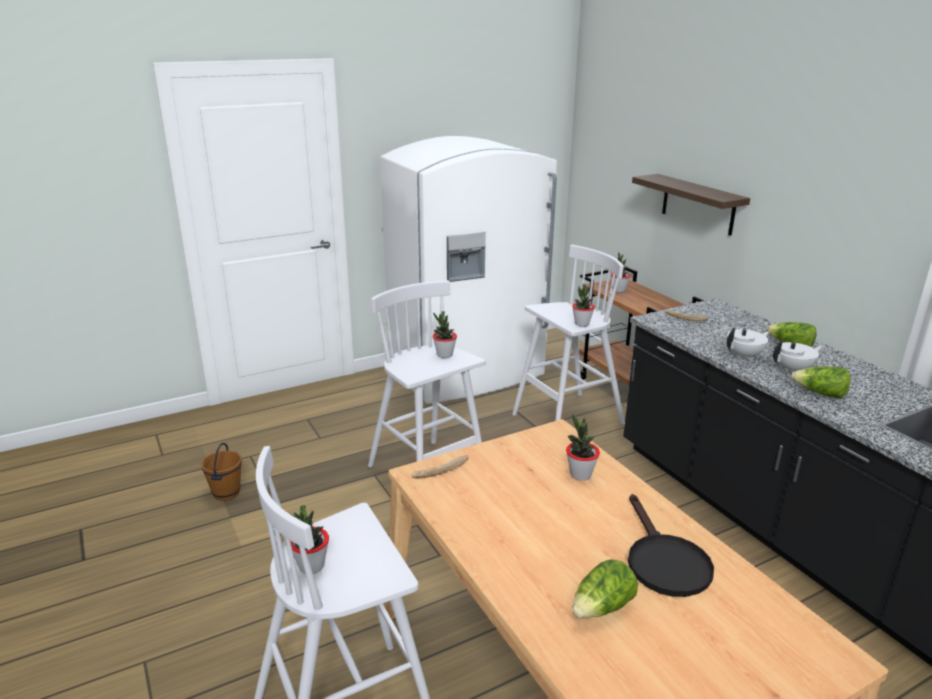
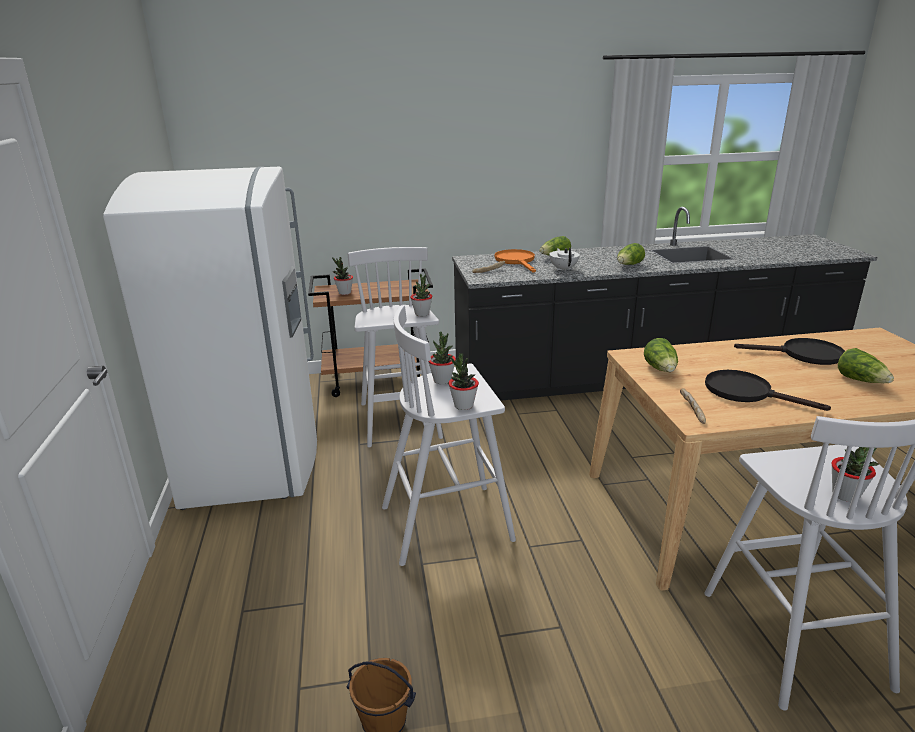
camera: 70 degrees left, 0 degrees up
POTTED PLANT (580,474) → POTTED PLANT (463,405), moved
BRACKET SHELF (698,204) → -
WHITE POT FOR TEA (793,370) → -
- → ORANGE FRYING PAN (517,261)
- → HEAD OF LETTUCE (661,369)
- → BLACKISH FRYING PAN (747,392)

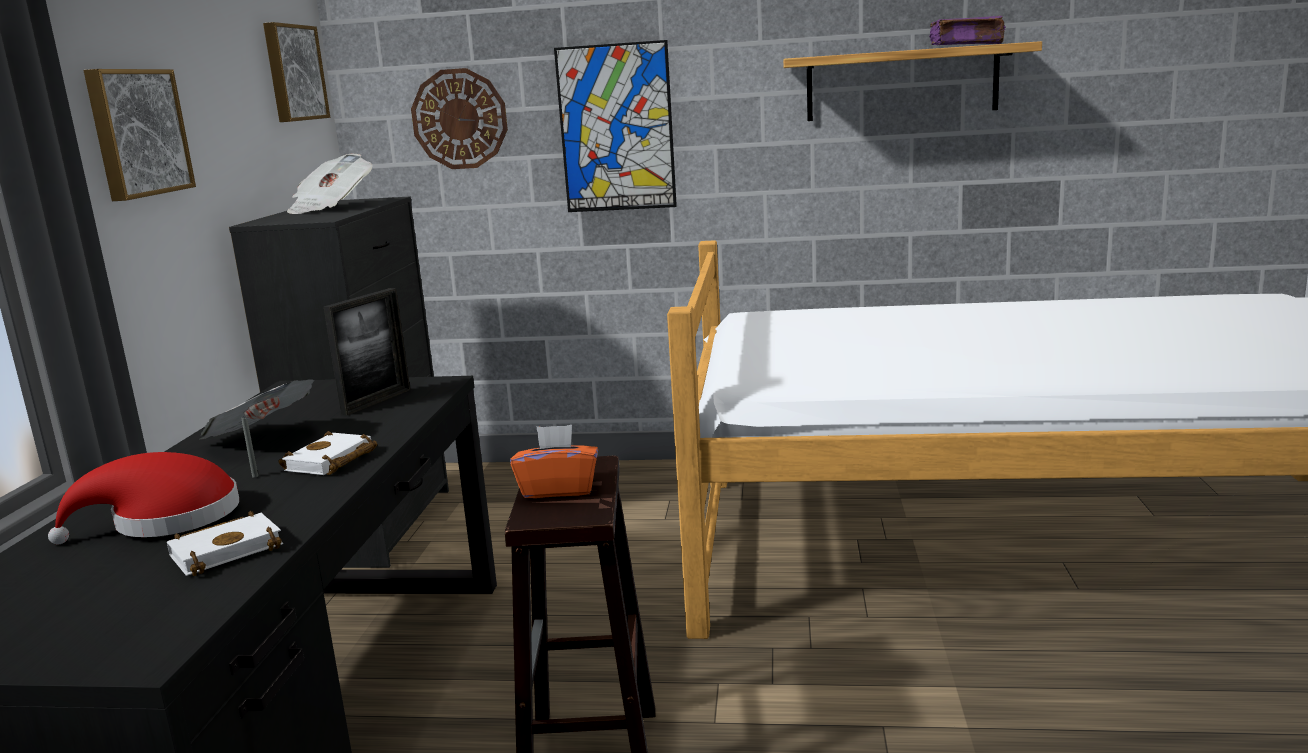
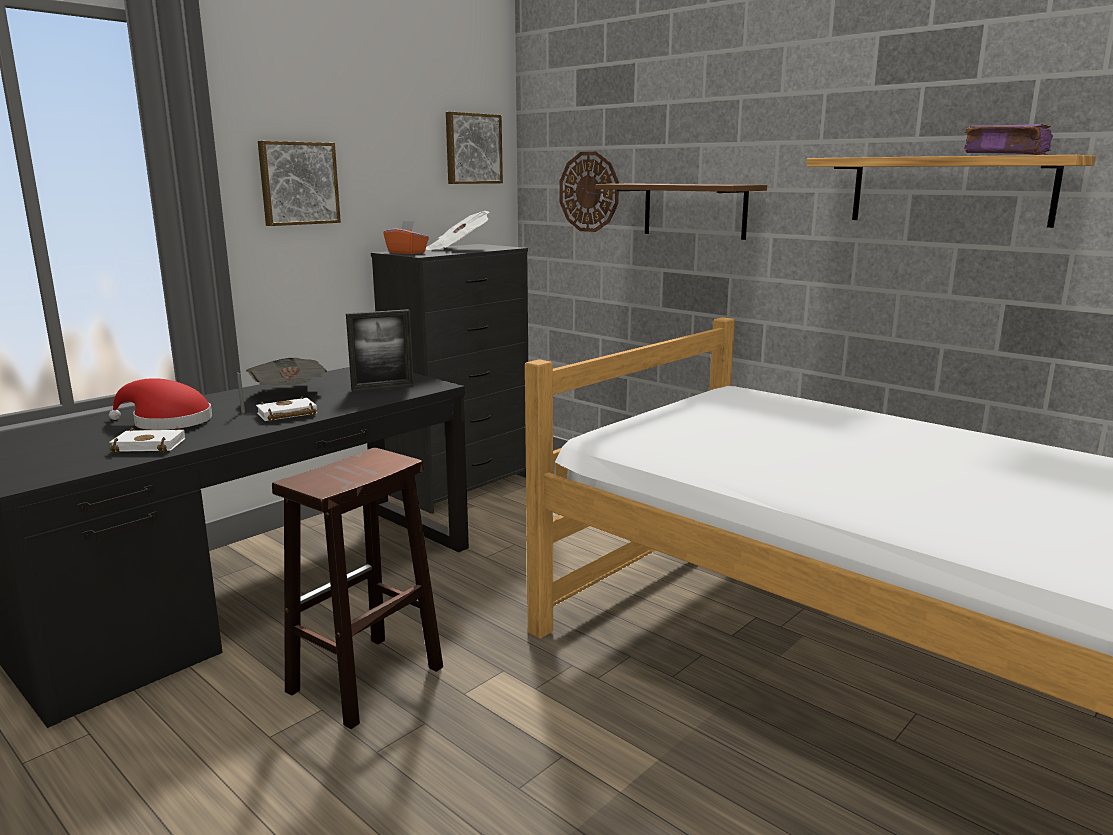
camera: 35 degrees right, 0 degrees up
ORANGE TISSUE HOLDER (558,489) → ORANGE TISSUE HOLDER (407,253), moved
WALL ART (616,128) → BROWNISH BRACKET SHELF (694,210)

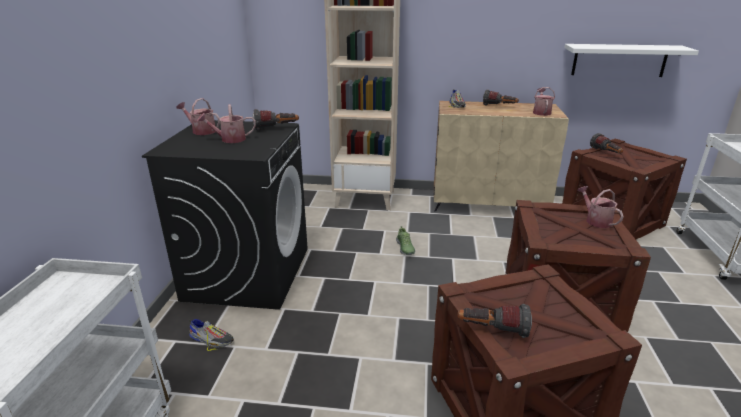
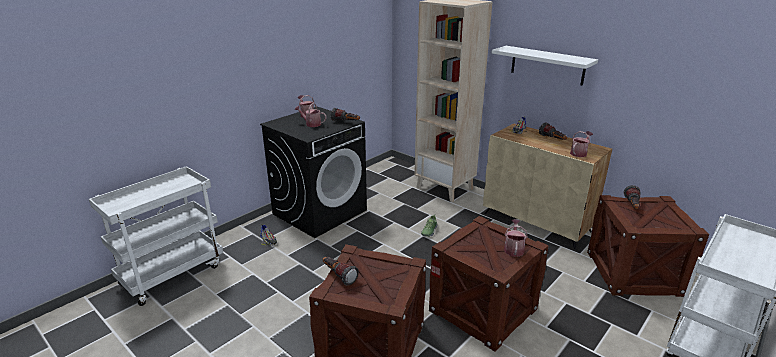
camera: 35 degrees right, 0 degrees up
WHITE BRACKET SHELF (619,60) → WHITE BRACKET SHELF (547,65), moved

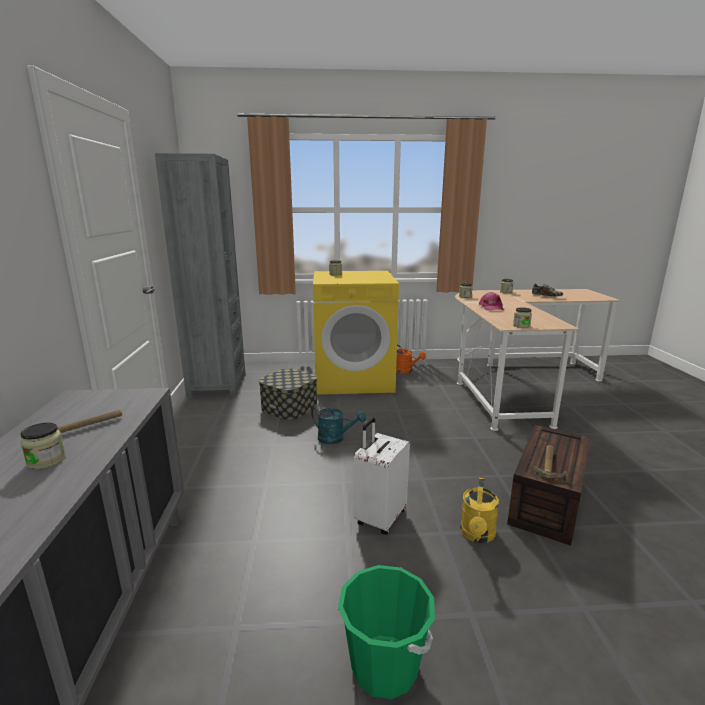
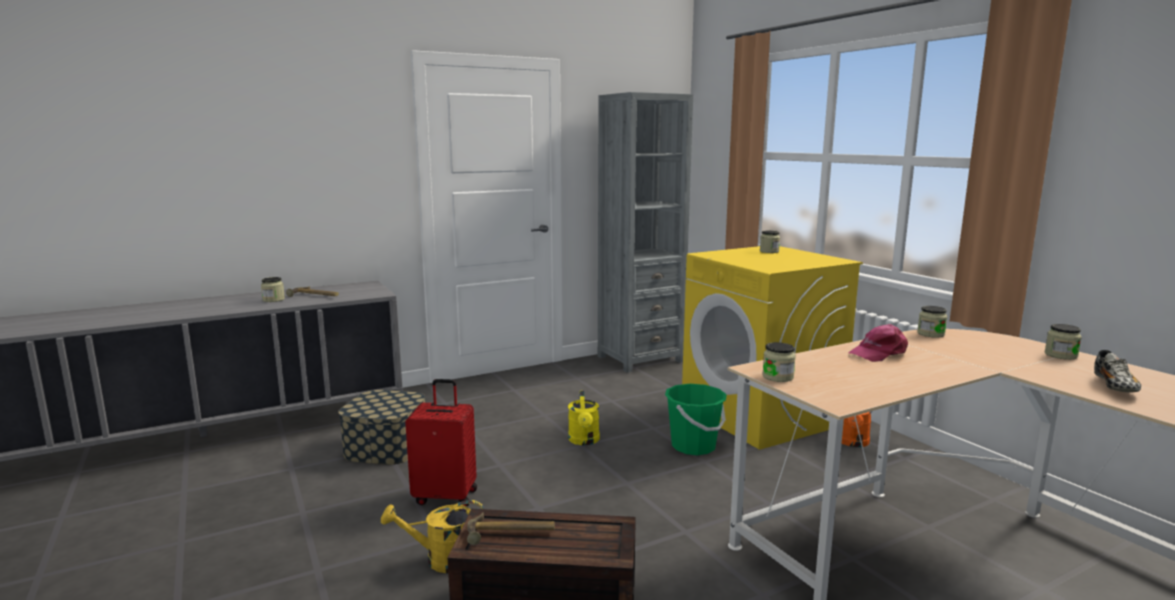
camera: 65 degrees right, 5 degrees down
STORAGE CONTAINER (289,407) → STORAGE CONTAINER (386,447), moved
TURQUOISE-COLOURED WATERING POT (335,439) → YELLOW WATERING POT (584,441)
GREEN-COLOURED BUCKET (384,666) → GREEN-COLOURED BUCKET (693,446), moved
WHITE SUITCASE (379,517) → RED SUITCASE (446,496)

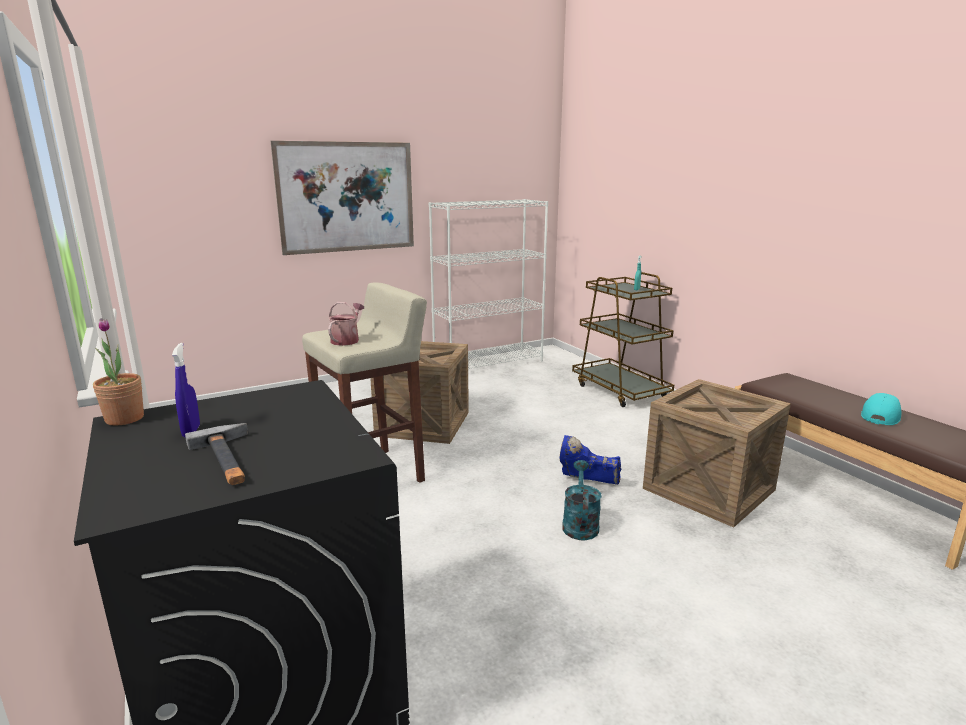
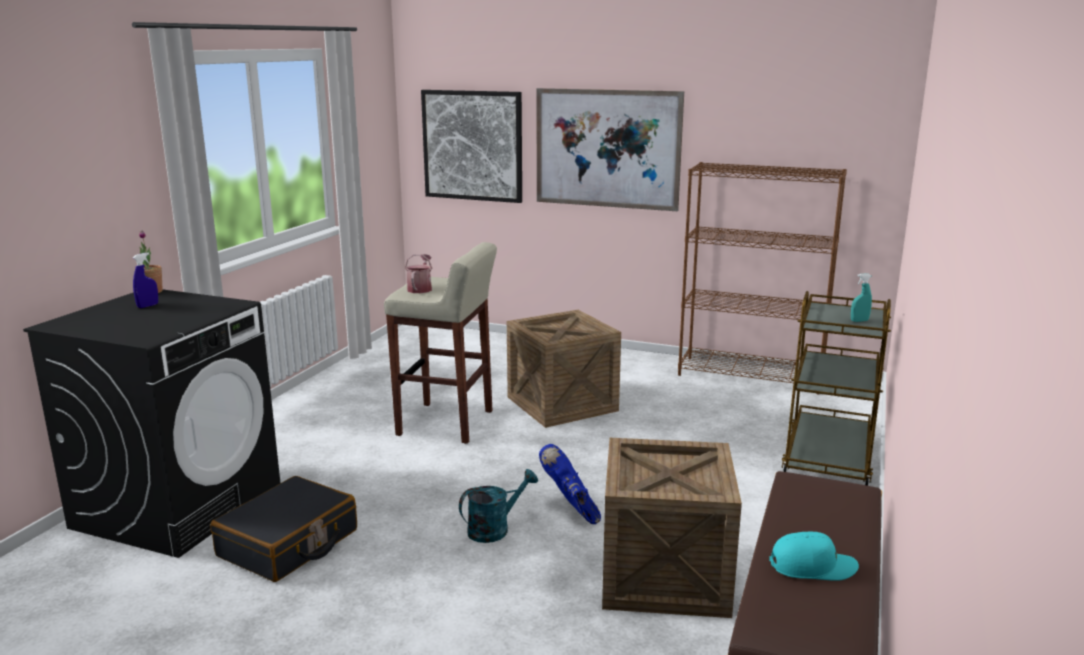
camera: 50 degrees right, 0 degrees up
HAMMER (228,459) → -
WATERING POT (347,340) → WATERING POT (420,288), 60 degrees counterclockwise
WHITE SHELVING UNIT (489,363) → BROWNISH SHELVING UNIT (751,375)
- → BLACKISH SUITCASE (288,544)
- → WALL ART (472,145)

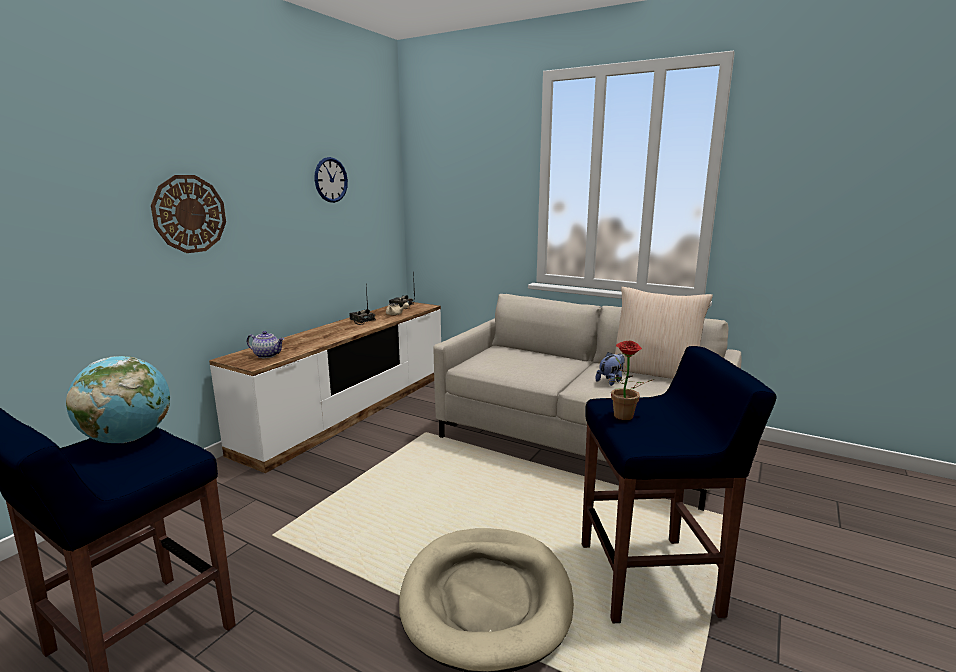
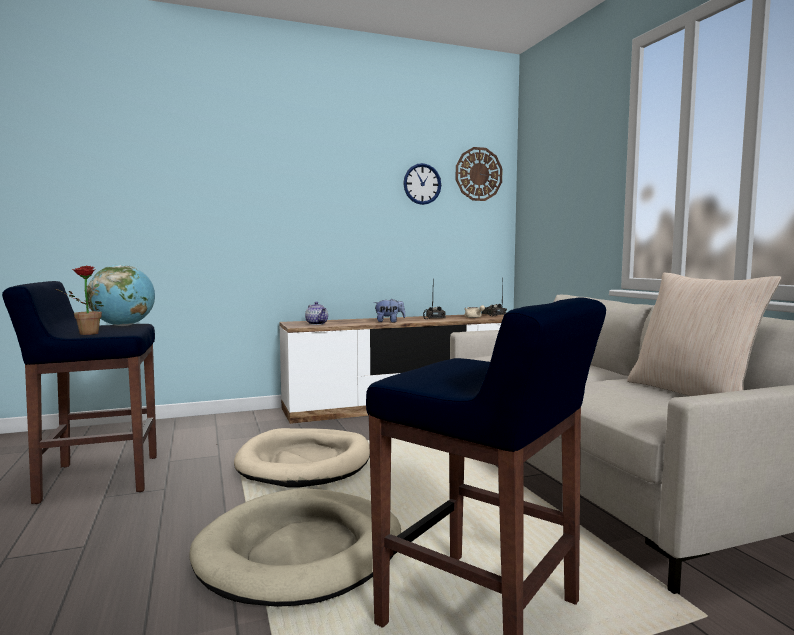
camera: 40 degrees right, 10 degrees down
CLOCK ON THE WALL (189,214) → CLOCK ON THE WALL (478,174), moved
SOFT TOY (611,381) → SOFT TOY (389,322), moved
POTTED PLANT (623,418) → POTTED PLANT (84,334), moved
- → BEIGE PET BED (305,462)

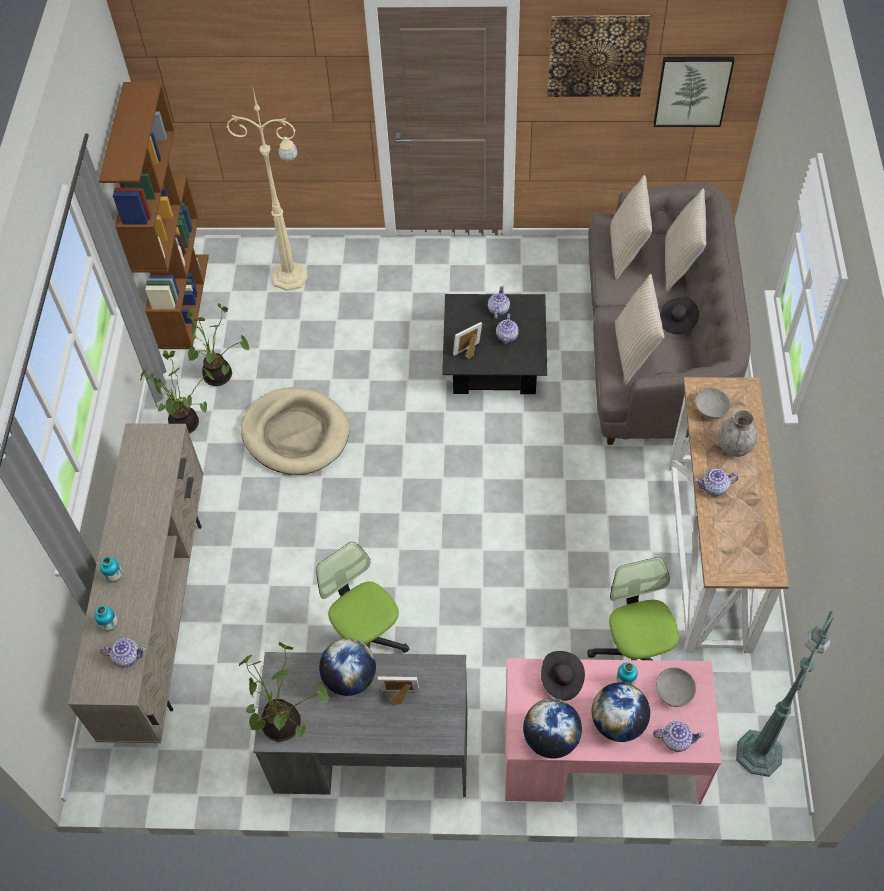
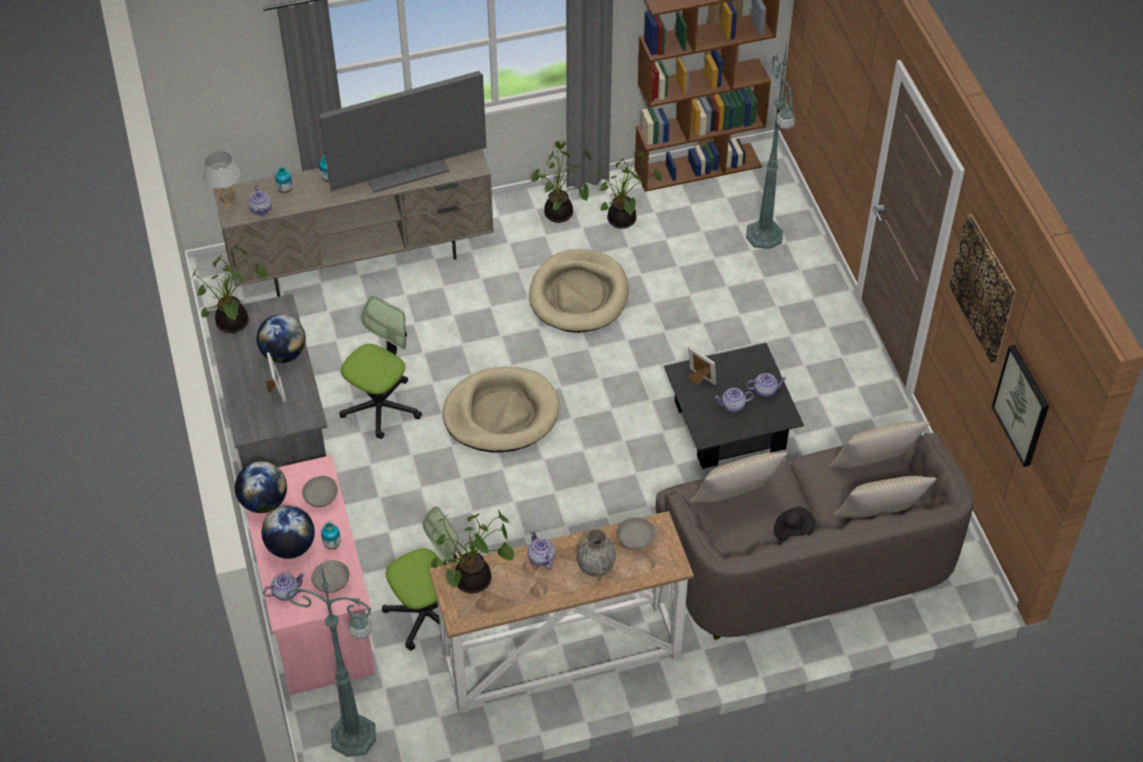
camera: 70 degrees right, 5 degrees down
BEIGE FLOOR LAMP (292,277) → GREEN-COLOURED FLOOR LAMP (764,236)
BLACKISH WEARABLE HAT (561,680) → GRAY SERVING BOWL (320,498)
POT FOR TEA (675,739) → POT FOR TEA (285,592), 105 degrees counterclockwise
- → WHITE TABLE LAMP (227,204)
- → TELEVISION (406,168)
- → POTTED PLANT (472,582)
- → BEIGE PET BED (501,413)

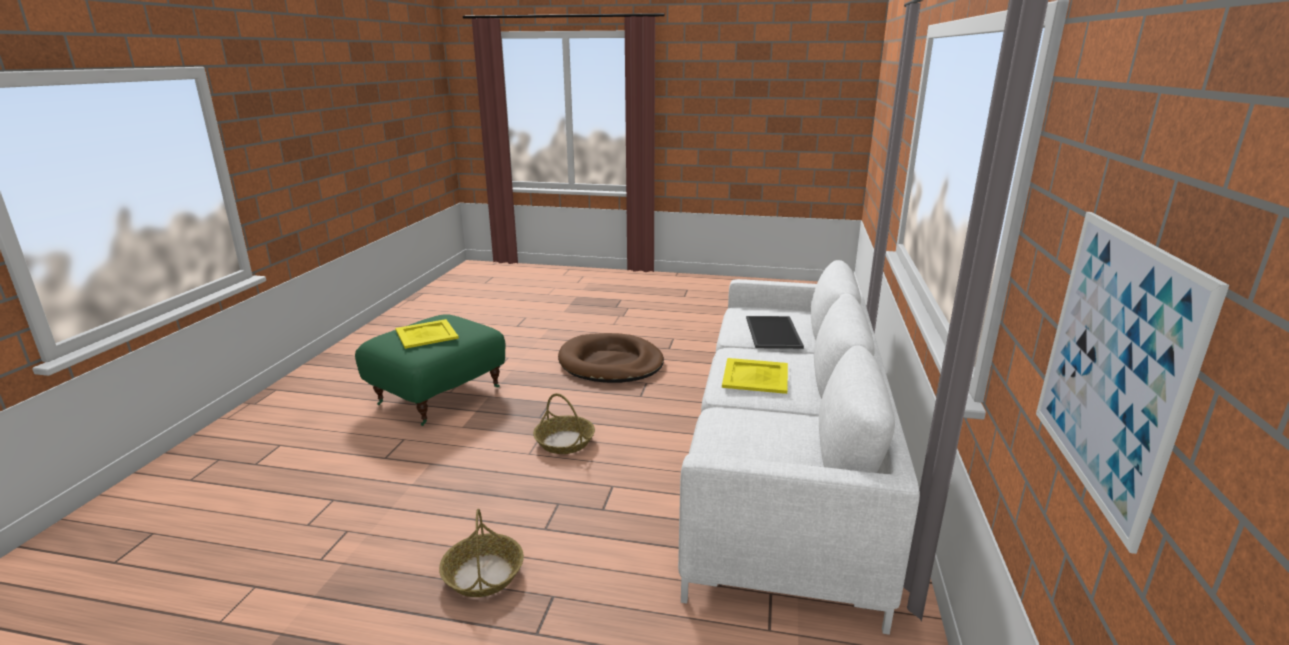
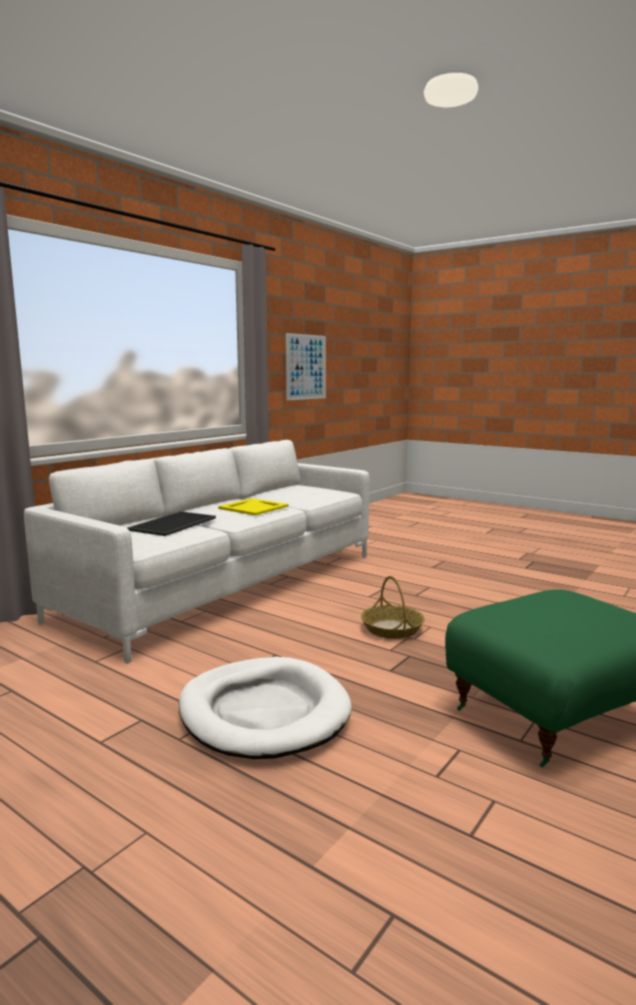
camera: 155 degrees left, 10 degrees down
YELLOW SERVING TRAY (426,334) → -
HOUSEHOLD BASKET (483,574) → -
BROWNISH PET BED (610,363) → WHITE PET BED (264,712)

